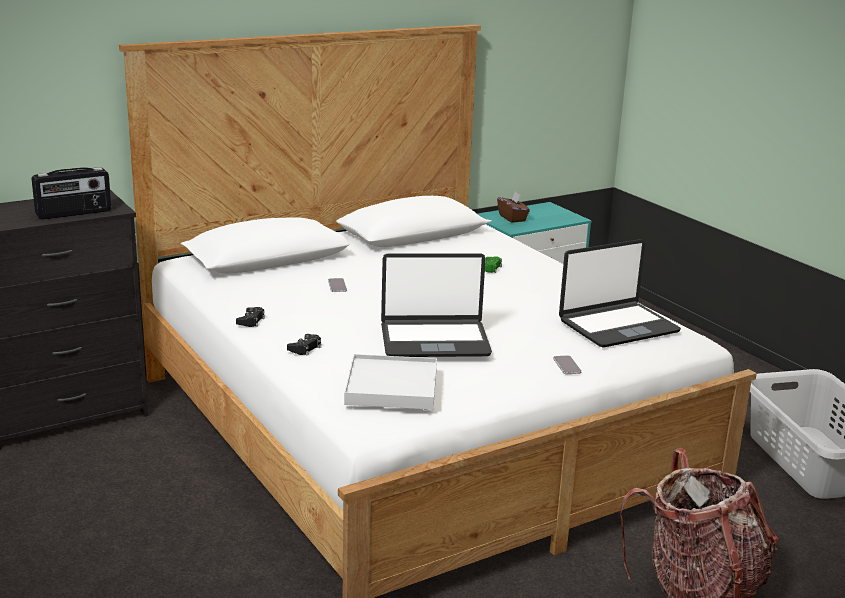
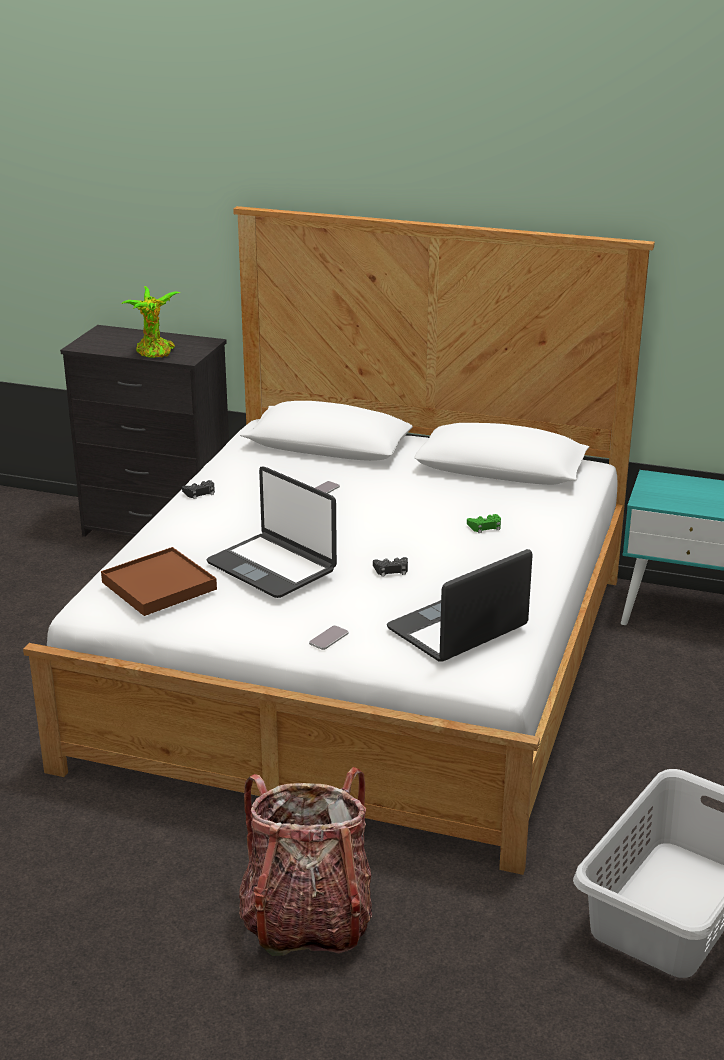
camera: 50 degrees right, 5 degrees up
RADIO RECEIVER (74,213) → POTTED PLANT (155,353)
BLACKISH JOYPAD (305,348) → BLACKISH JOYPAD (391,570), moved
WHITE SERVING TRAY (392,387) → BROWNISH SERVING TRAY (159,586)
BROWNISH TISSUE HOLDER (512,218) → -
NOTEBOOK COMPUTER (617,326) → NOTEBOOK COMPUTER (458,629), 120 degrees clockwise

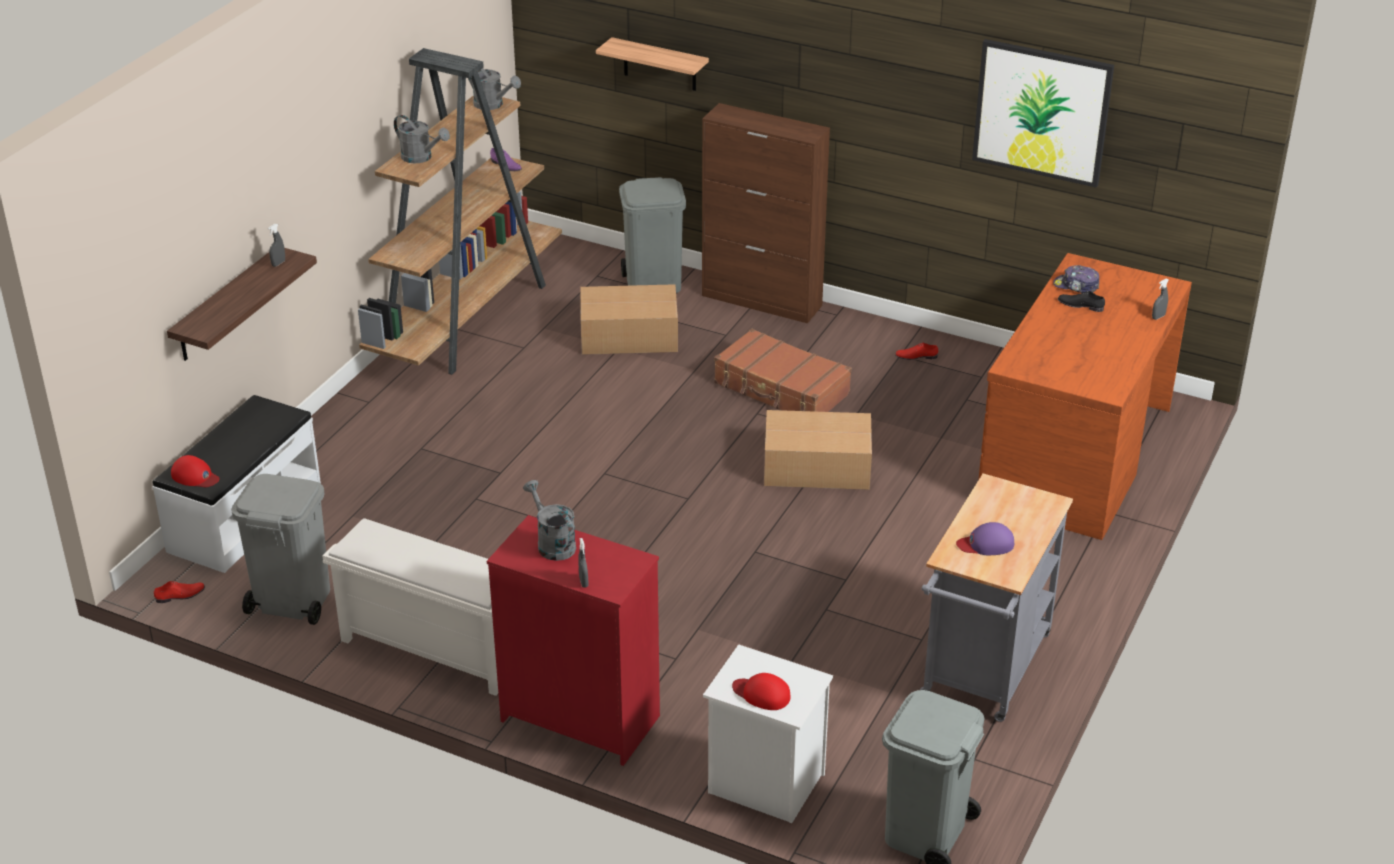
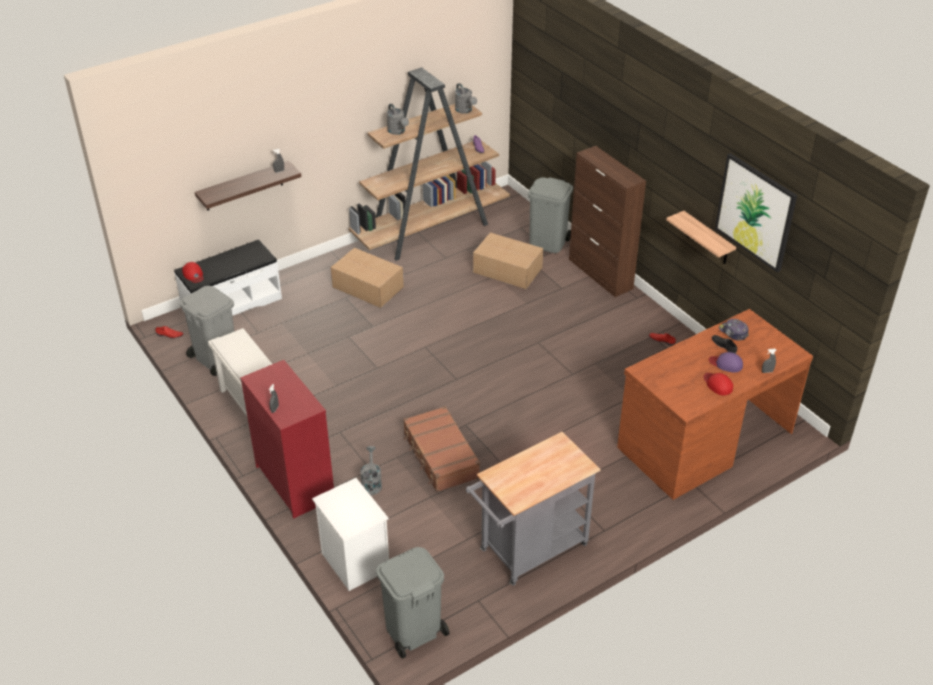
camera: 30 degrees right, 5 degrees up
GRAY WATERING POT (552,543) → GRAY WATERING POT (371,483), moved
BRACKET SHELF (660,64) → BRACKET SHELF (707,239), moved
BROWNISH SUITCASE (781,389) → BROWNISH SUITCASE (440,456), moved
RED PEAKED CAP (762,694) → RED PEAKED CAP (717,384), moved
CARTON (815,466) → CARTON (367,286), moved
PURPLE-COLOURED PEAKED CAP (986,544) → PURPLE-COLOURED PEAKED CAP (726,364), moved

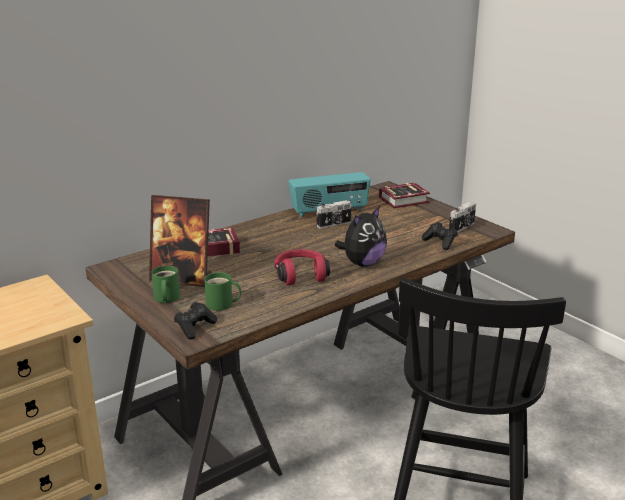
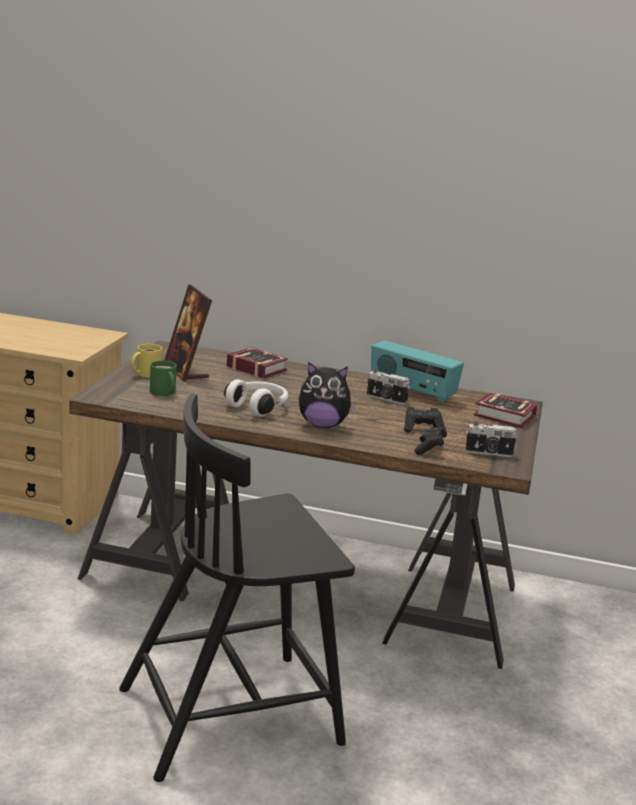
camera: 50 degrees right, 5 degrees down
GREEN-COLOURED COFFEE MUG (165,298) → YELLOW COFFEE MUG (146,373)
BLACKISH JOYPAD (195,328) → BLACKISH JOYPAD (422,429), moved
RED HEADPHONES (300,275) → WHITE HEADPHONES (258,407)

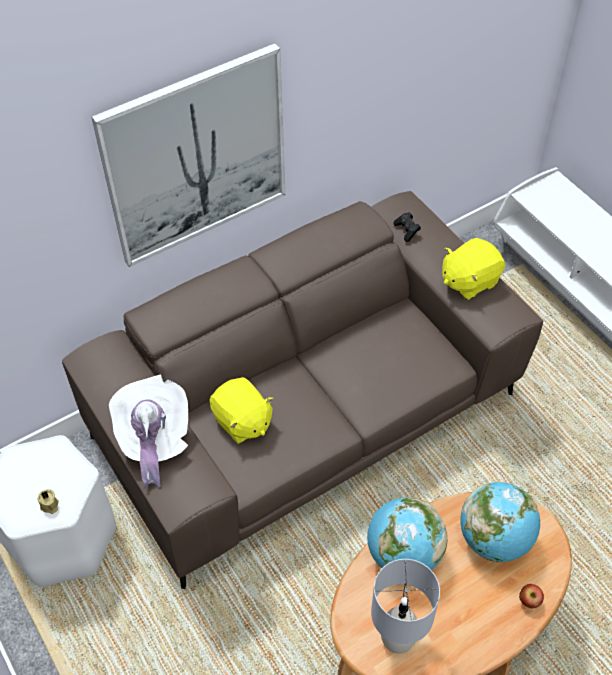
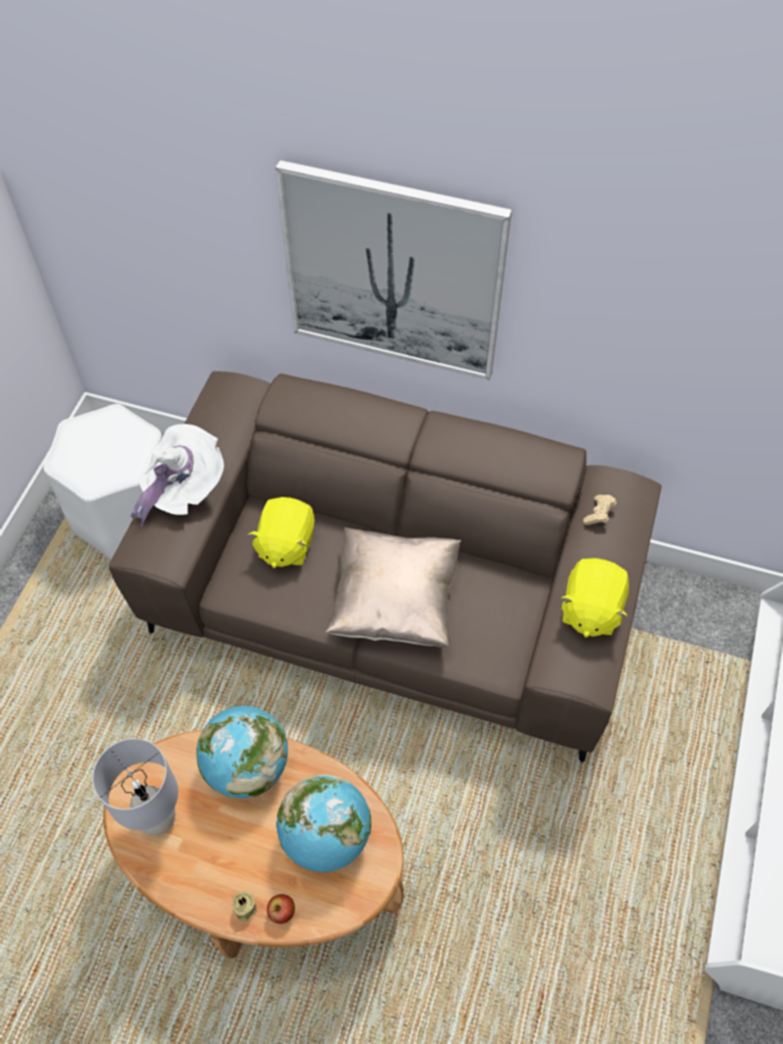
camera: 50 degrees right, 5 degrees up
BEIGE WAX LIGHT (49,506) → BEIGE WAX LIGHT (244,908), moved
BLACKISH JOYPAD (407,231) → BEIGE JOYPAD (599,514)
YELLOW SOFT TOY (469,281) → YELLOW SOFT TOY (590,609), 90 degrees counterclockwise
- → BEIGE PILLOW (395,602)

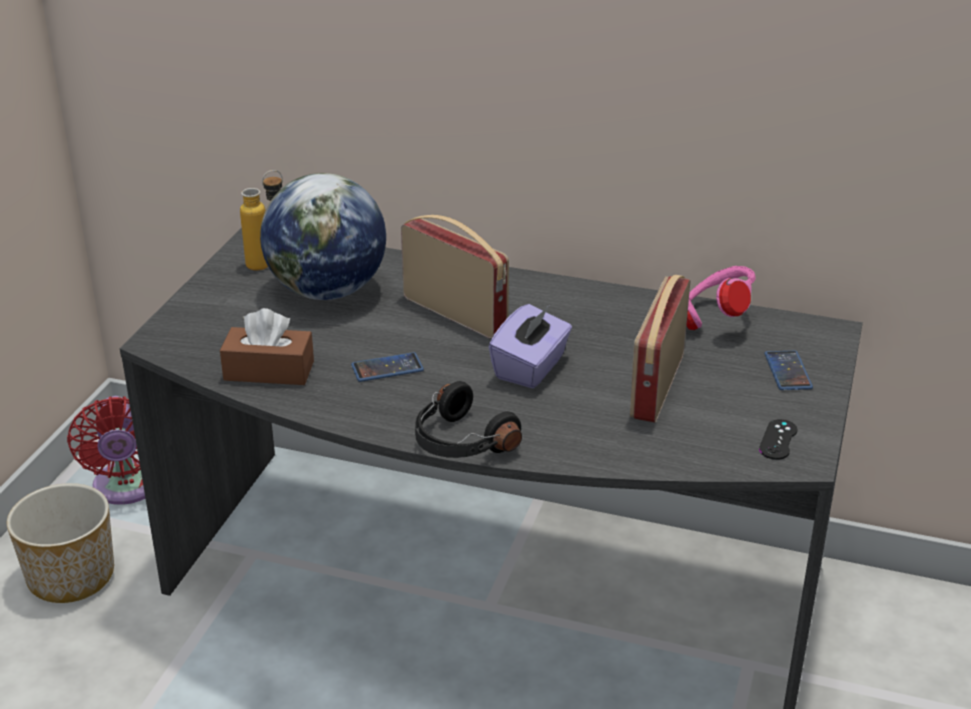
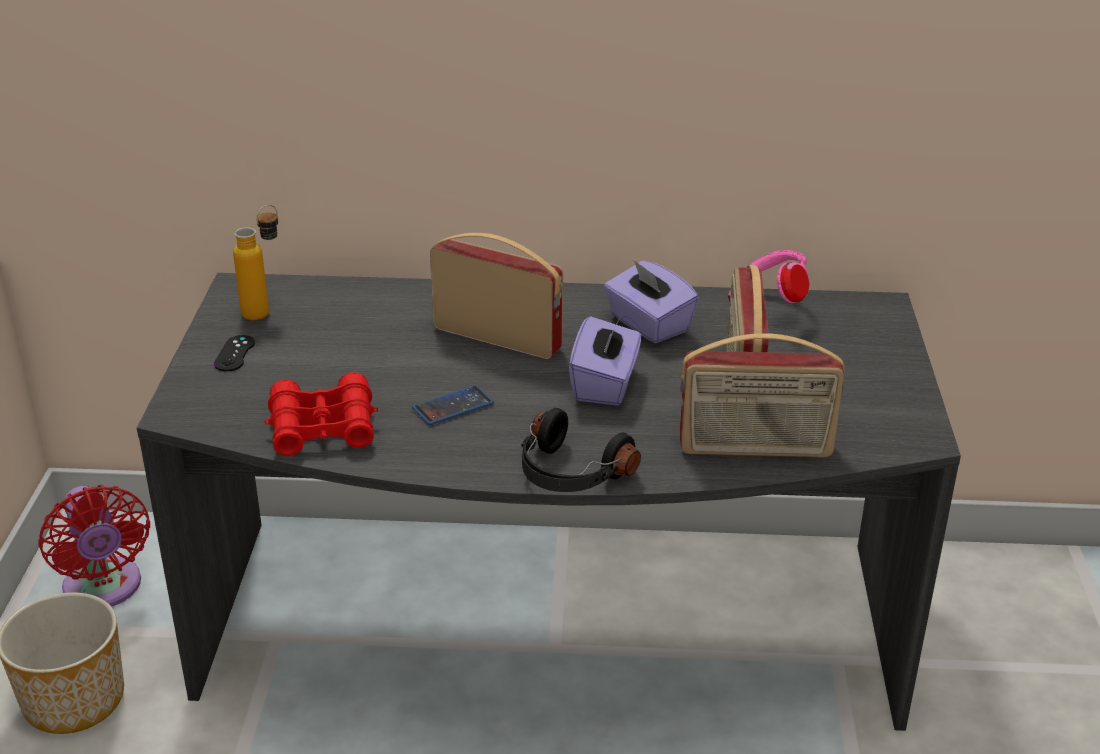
camera: 15 degrees left, 0 degrees up
BROWNISH TISSUE HOLDER (269,371) → RED FIELD GLASSES (323,428)
GLOBE (326,291) → -
BLACKISH JOYPAD (778,440) → BLACKISH JOYPAD (234,354), moved
TELEPHONE (788,371) → -
- → PURPLE-COLOURED TISSUE HOLDER (648,324)
- → RADIO RECEIVER (755,449)

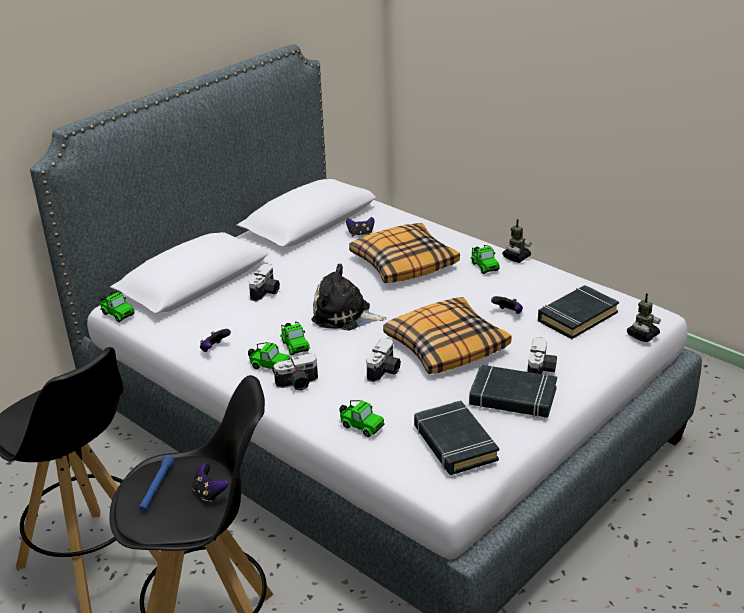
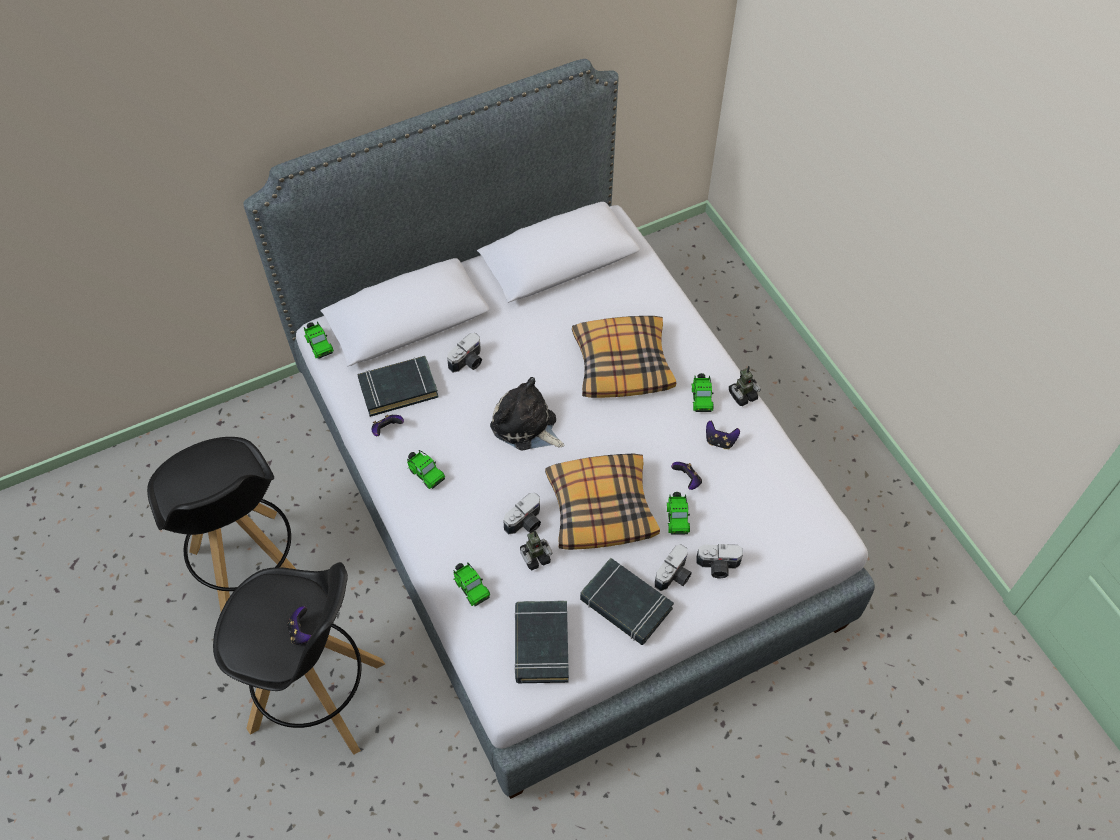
camera: 20 degrees right, 25 degrees up
BLUE FLASHLIGHT (157,487) → -
STILL CAMERA (298,384) → STILL CAMERA (718,567), moved
MINIATURE CAR (294,345) → MINIATURE CAR (677,517), moved
JOYPAD (360,234) → JOYPAD (720,441), moved
BLACKISH VOLUME (577,316) → BLACKISH VOLUME (398,389), moved
ROBOT FIGURE (642,335) → ROBOT FIGURE (535,557), moved

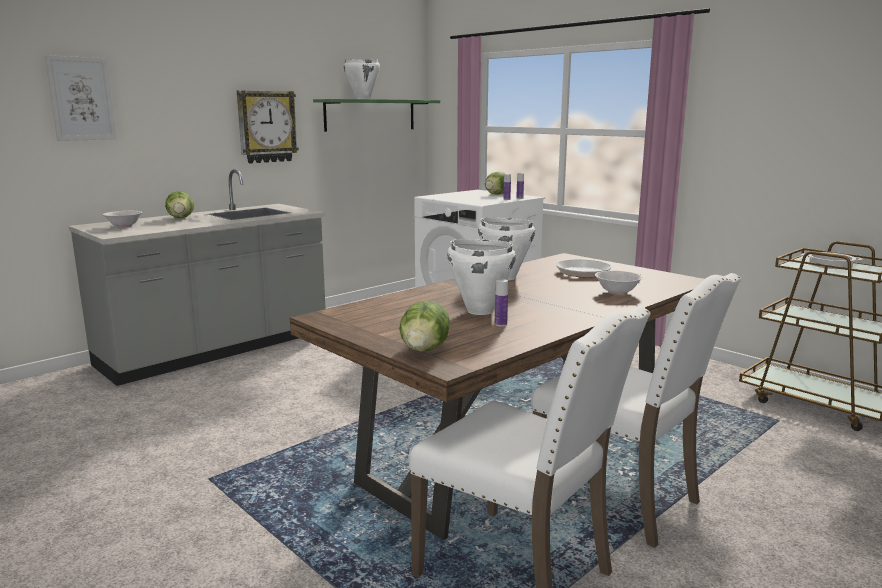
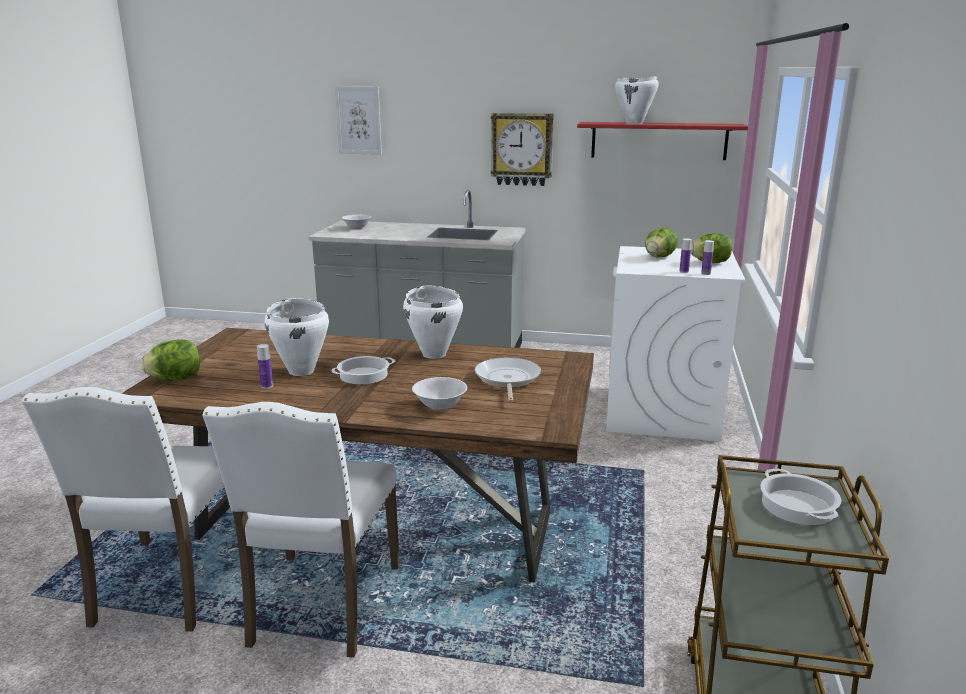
camera: 55 degrees right, 5 degrees up
HEAD OF LETTUCE (181,218) → HEAD OF LETTUCE (659,257), moved
GREEN-COLOURED BRACKET SHELF (370,115) → RED BRACKET SHELF (658,140)
- → STOCKPOT (363,375)

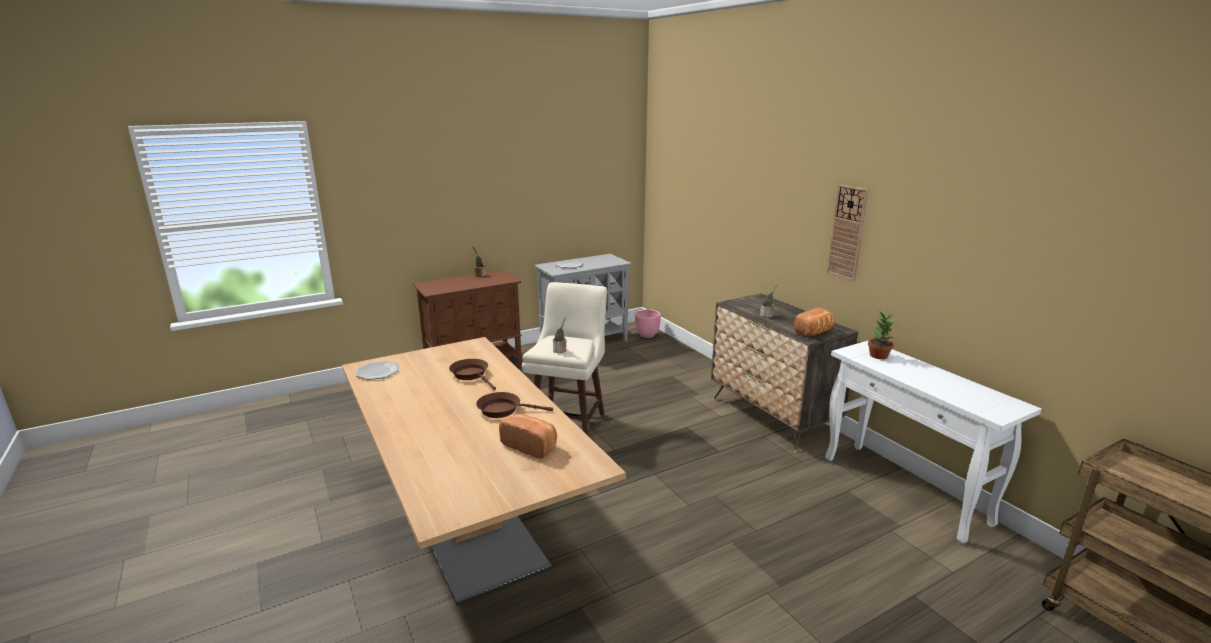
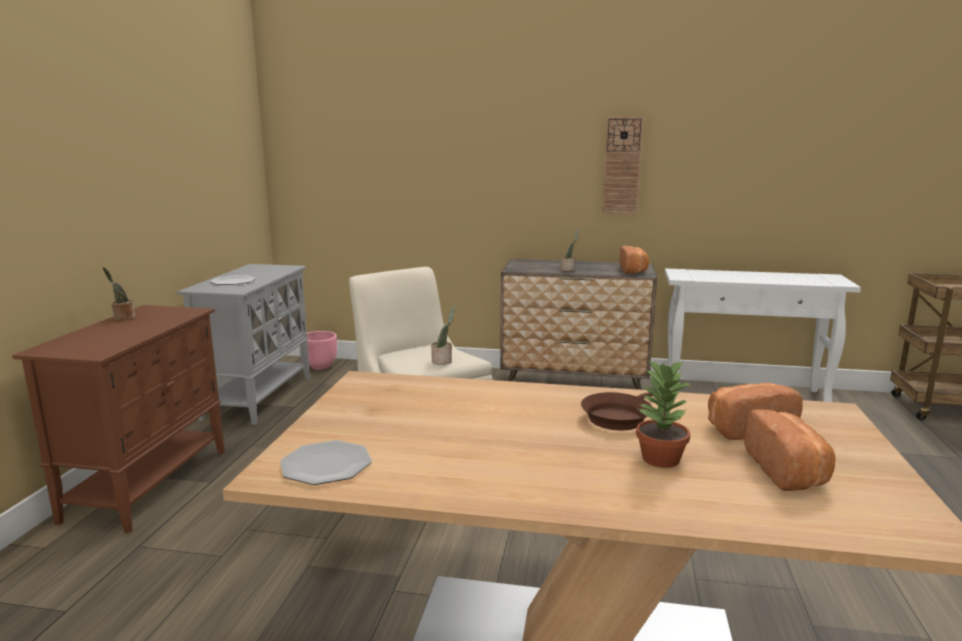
camera: 50 degrees left, 5 degrees down
BROWNISH FRYING PAN (471,375) → -
POTTED PLANT (878,355) → POTTED PLANT (659,458), moved
- → BAKED BREAD (788,471)

